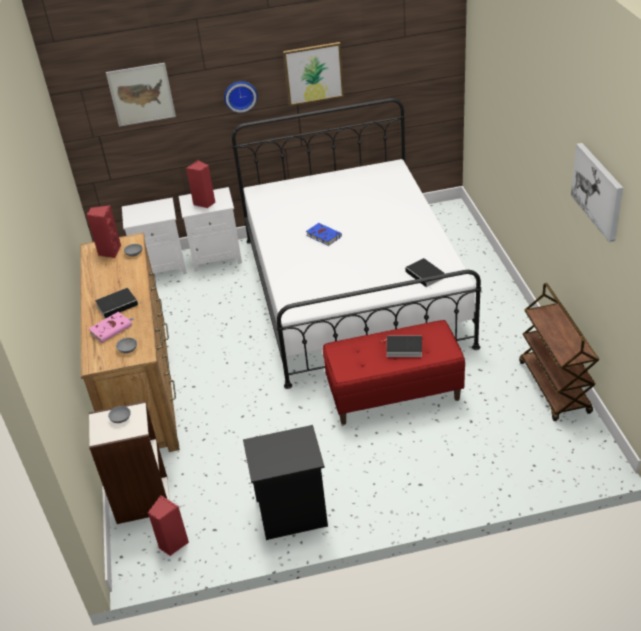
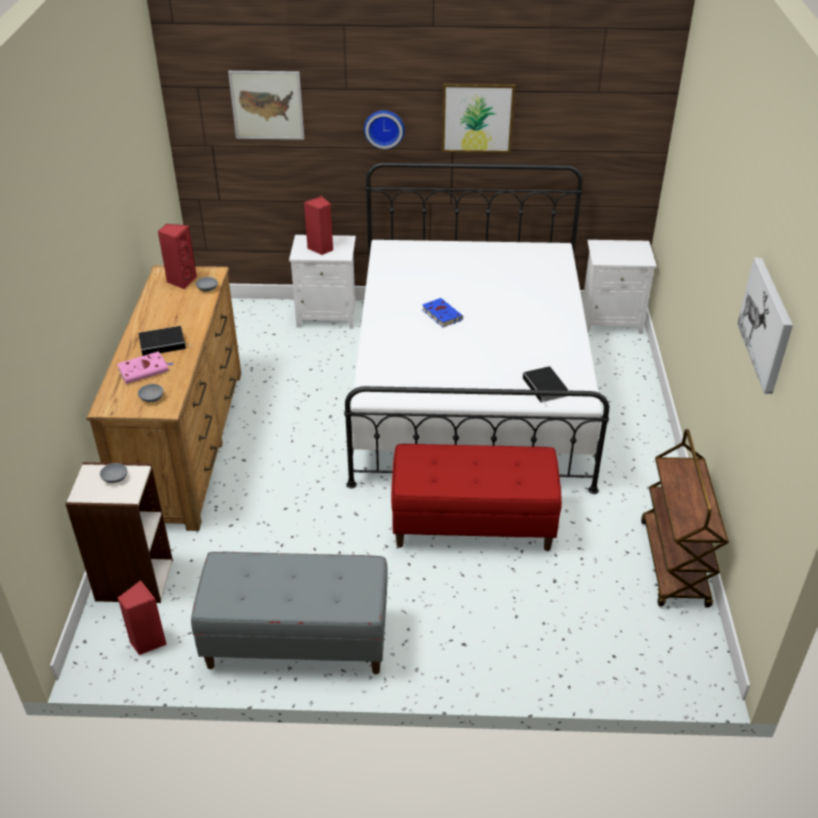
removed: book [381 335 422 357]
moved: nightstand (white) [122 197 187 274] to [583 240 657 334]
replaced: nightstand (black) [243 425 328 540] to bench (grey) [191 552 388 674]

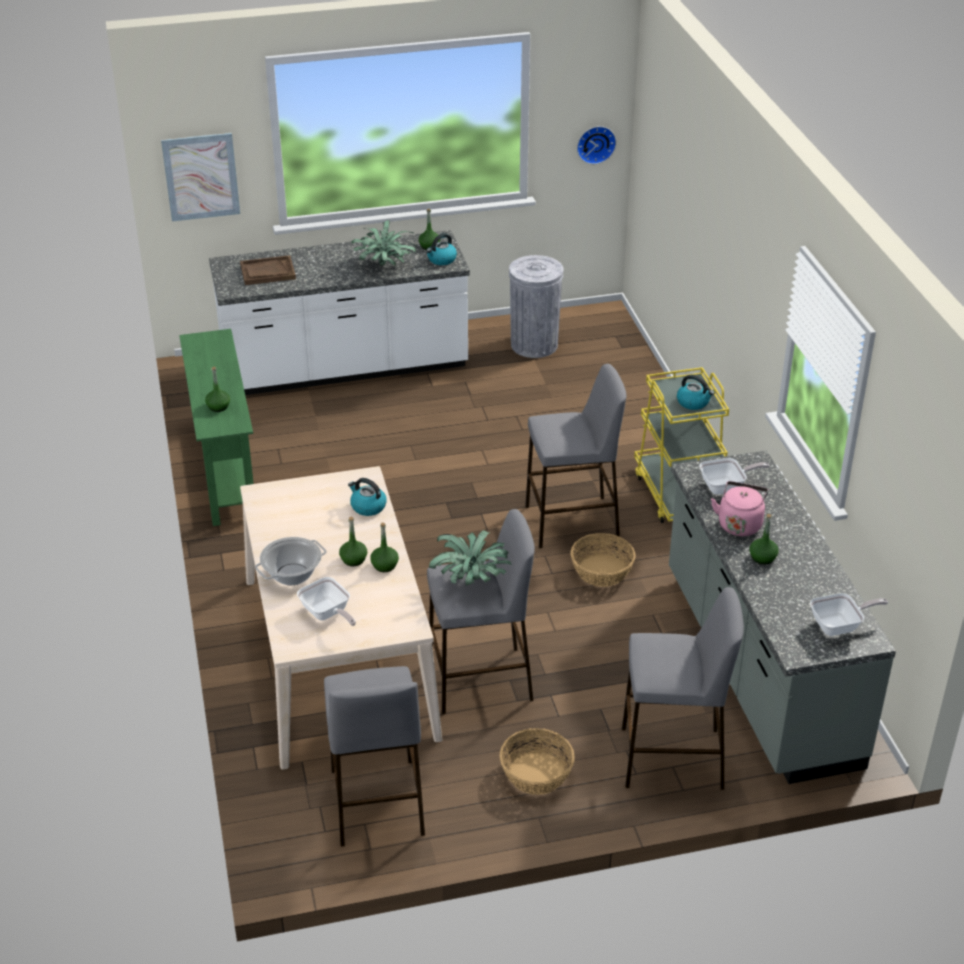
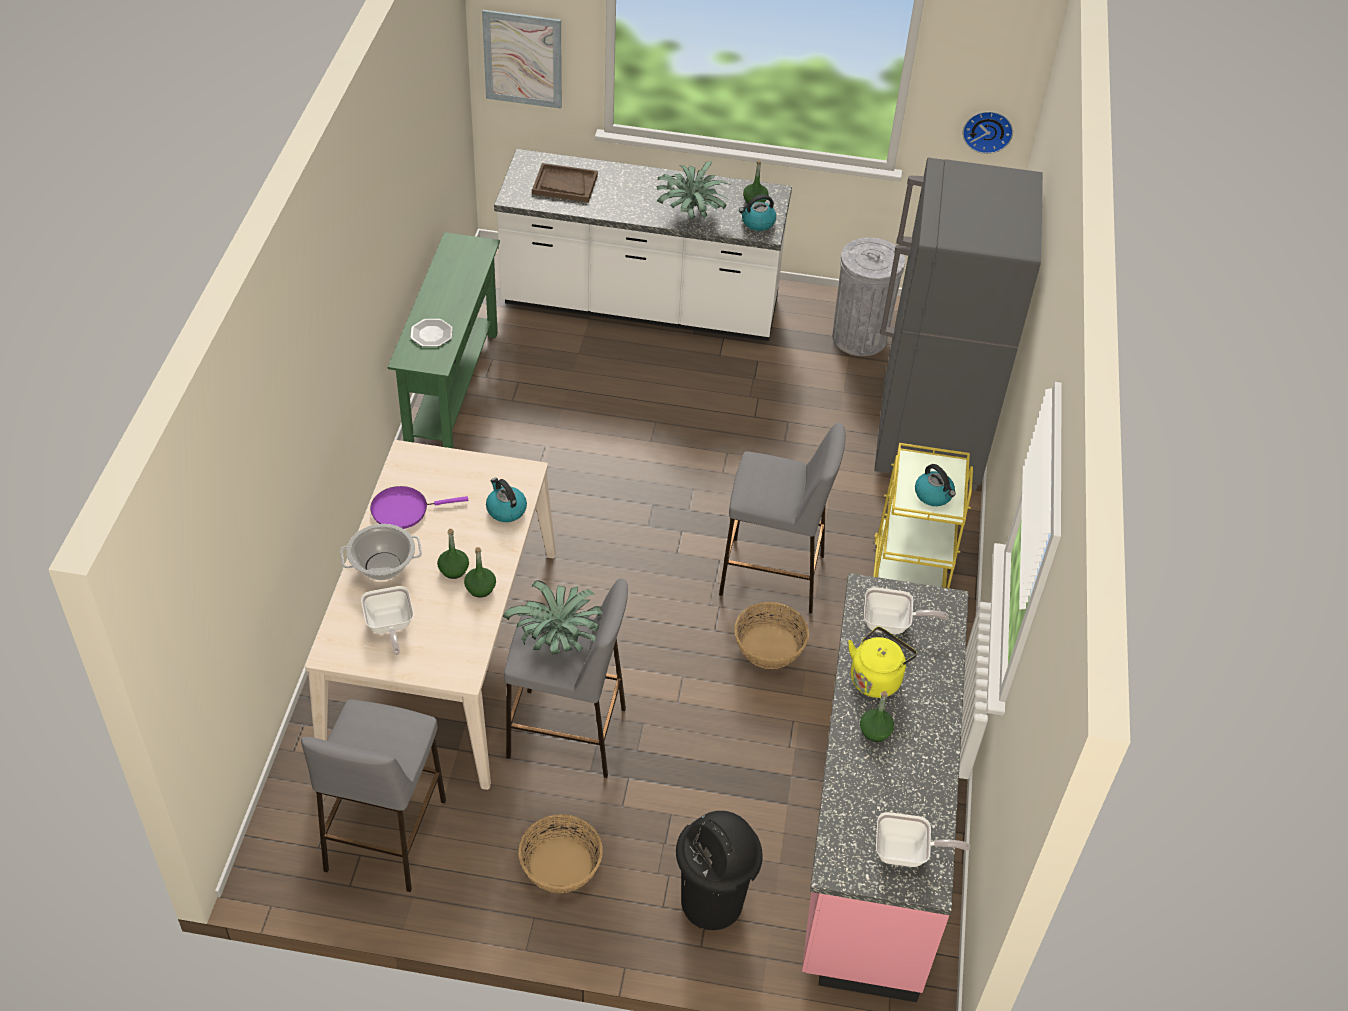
added: fridge (grey) [874 158 1043 491]; frying pan (purple) [370 486 468 529]
replaced: bottle (green) [205 366 230 412] to plate [410 319 453 347]; stool (grey) [622 587 744 790] to trash can (black) [676 811 763 930]
recoloured: counter (grey) [669 451 896 784] to counter (pink) [802 573 969 1002]; kettle (pink) [711 481 769 536] to kettle (yellow) [848 626 917 698]

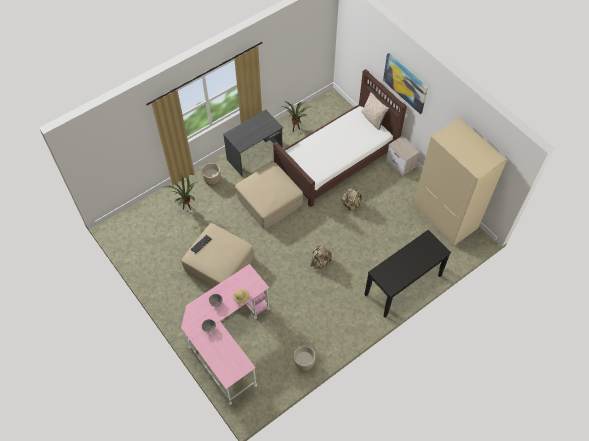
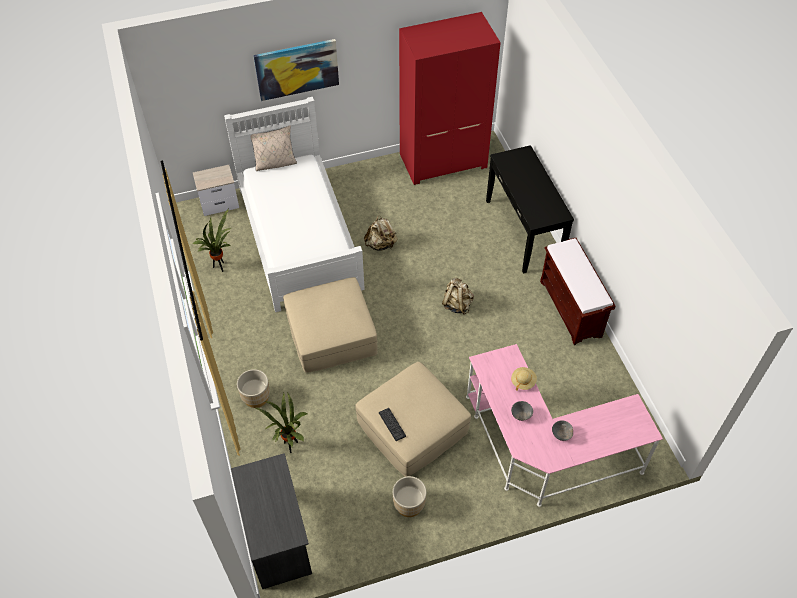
added: bench (brown) [540 238 616 345]
moved: desk (grey) [223 110 283 176] to [231 453 312 589]; nightstand [386 136 420 176] to [193 165 239 216]; planter (beige) [294 346 315 371] to [393 476 426 517]
recoloured: bed (brown) [273 69 407 207] to bed (white) [224 97 365 312]; wardrobe (beige) [413 118 507 246] to wardrobe (red) [399 12 501 185]

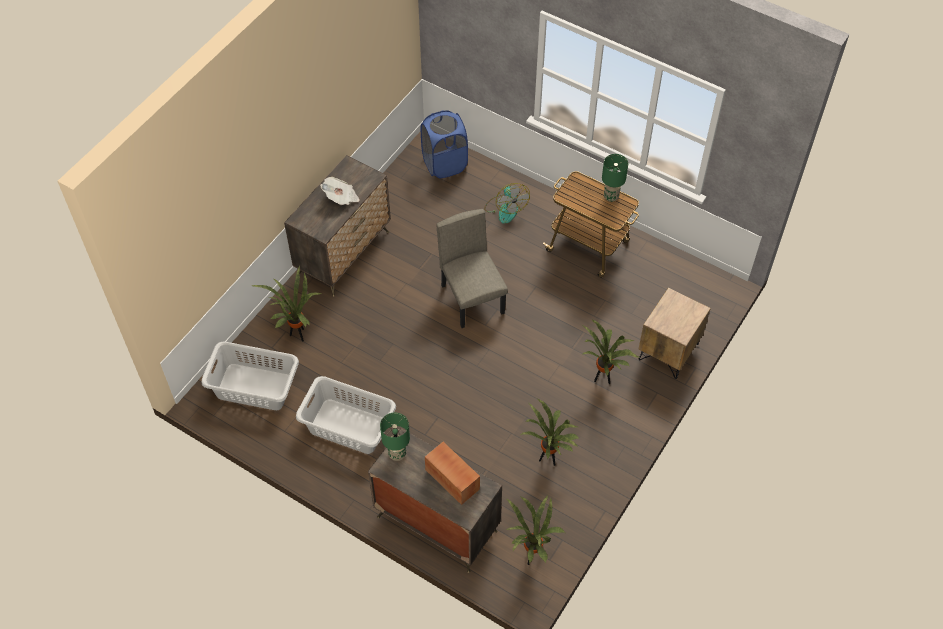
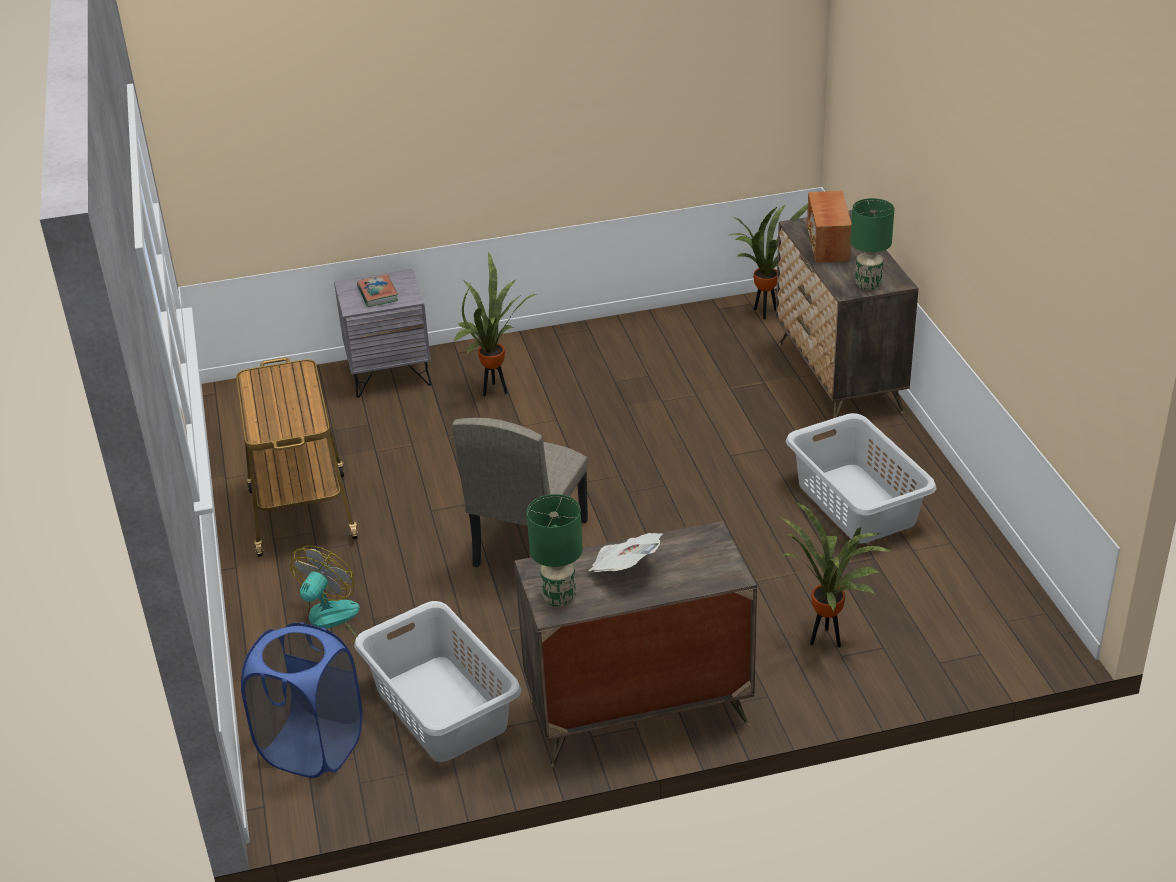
removed: potted plant [520 399 580 466]
added: book [357 275 398 307]
moved: table lamp (green) [602 154 628 202] to [527 494 583 607]; laundry basket (grey) [201 341 299 410] to [354 601 521 762]
recoloured: nightstand (brown) [638 288 711 379] to nightstand (grey) [334 269 431 398]

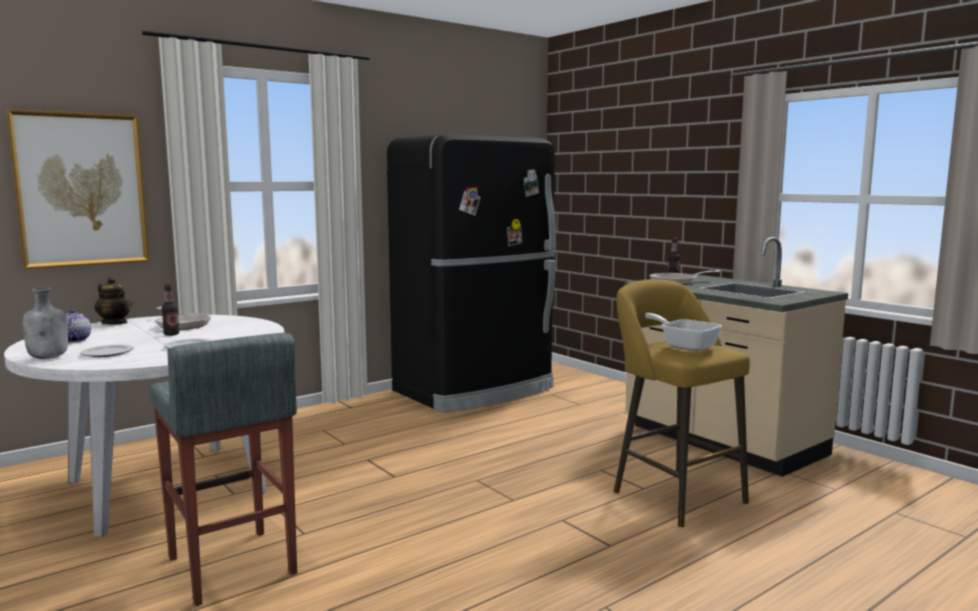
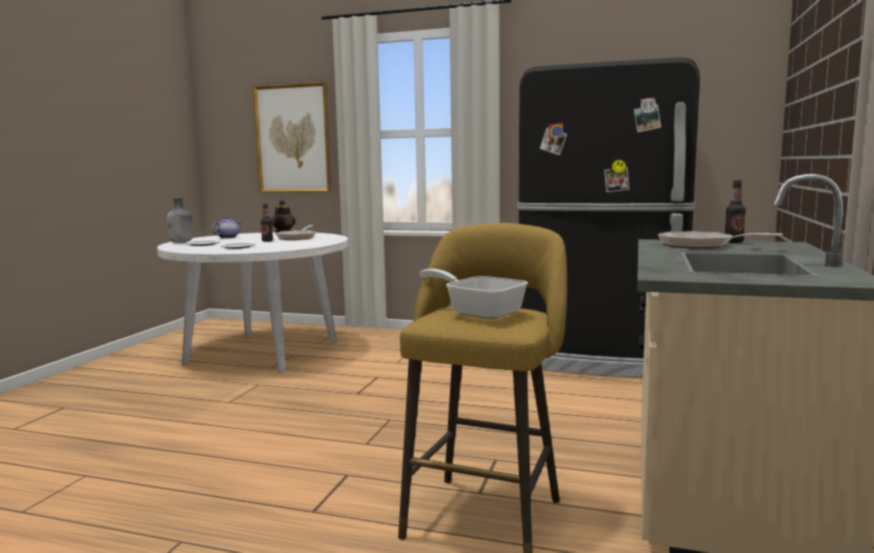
removed: stool (grey) [150 333 297 606]
turned: frying pan [645 313 722 351] = [419 269 528 319] 60 degrees counterclockwise

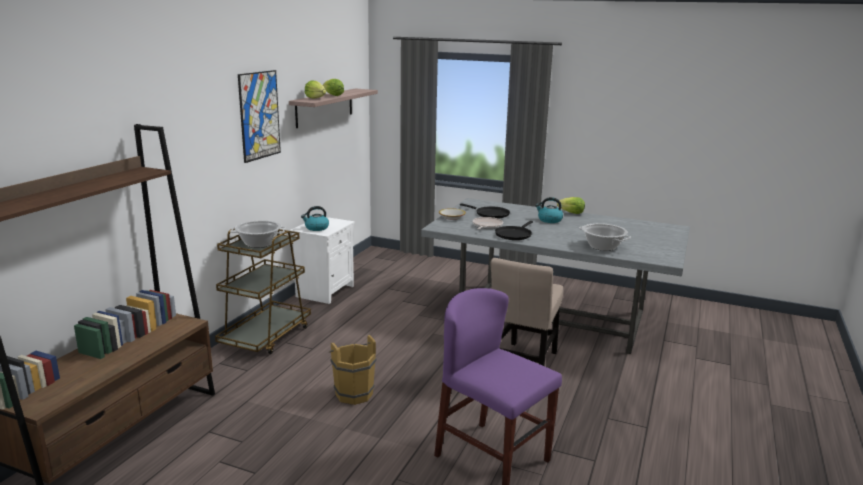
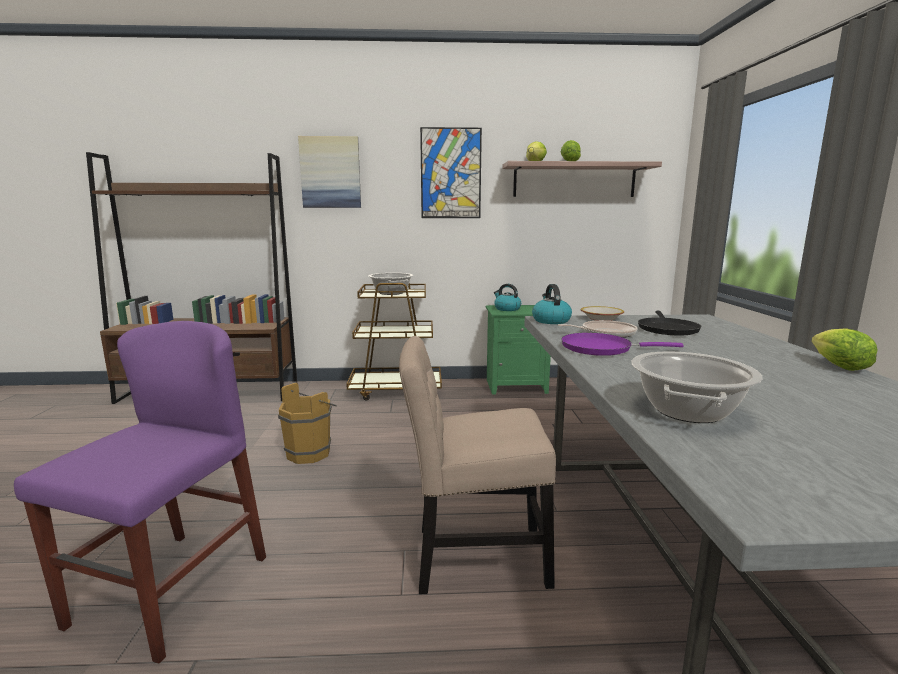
added: picture [298 136 361 208]
moved: kettle [535 197 563 223] to [532 284 572 324]
recoloured: nightstand (white) [289 217 355 304] to nightstand (green) [486 305 551 395]; frying pan (black) [495 221 533 240] to frying pan (purple) [561 333 684 356]

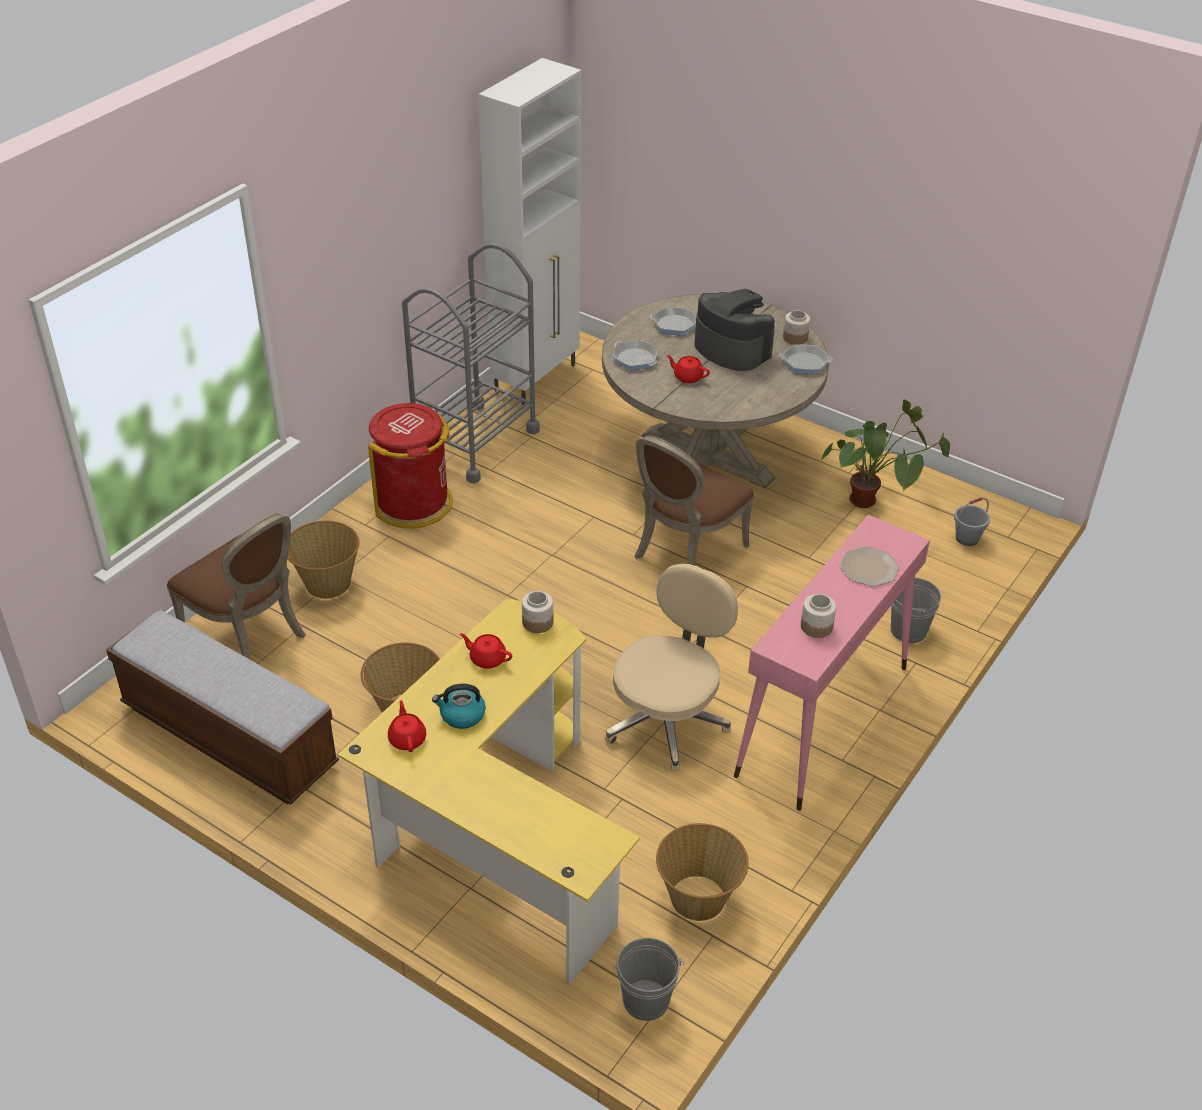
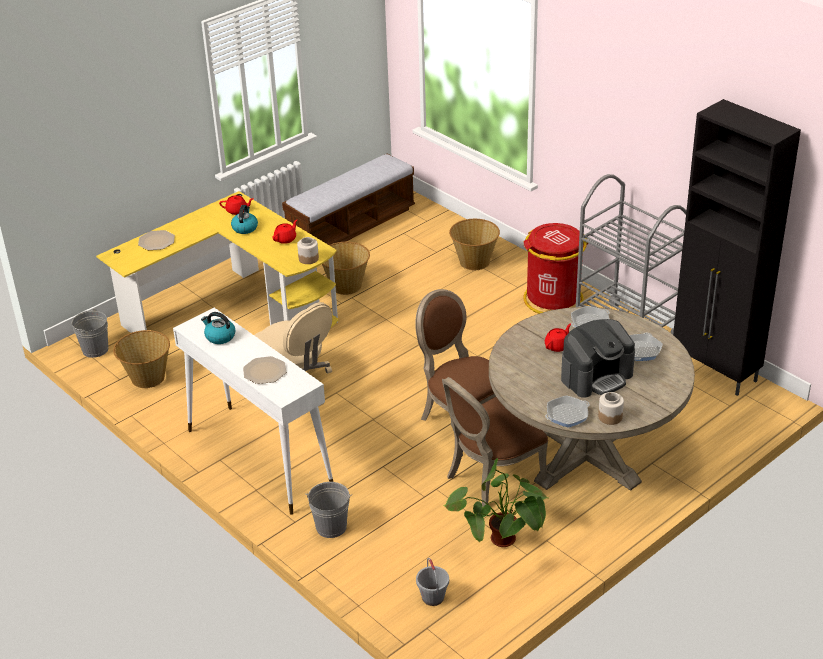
added: plate [138 230 175 250]
moved: chair (brown) [167 513 306 659] to [442 377 548 507]
replaced: jar [801 594 836 638] to kettle [201 312 235 344]
recoloured: cabinet (white) [478 58 581 405] to cabinet (black) [673 99 801 396]; console table (pink) [734 515 930 811] to console table (white) [173 308 333 514]
turned: frying pan [779 345 833 374] = [545 395 590 427] 135 degrees counterclockwise

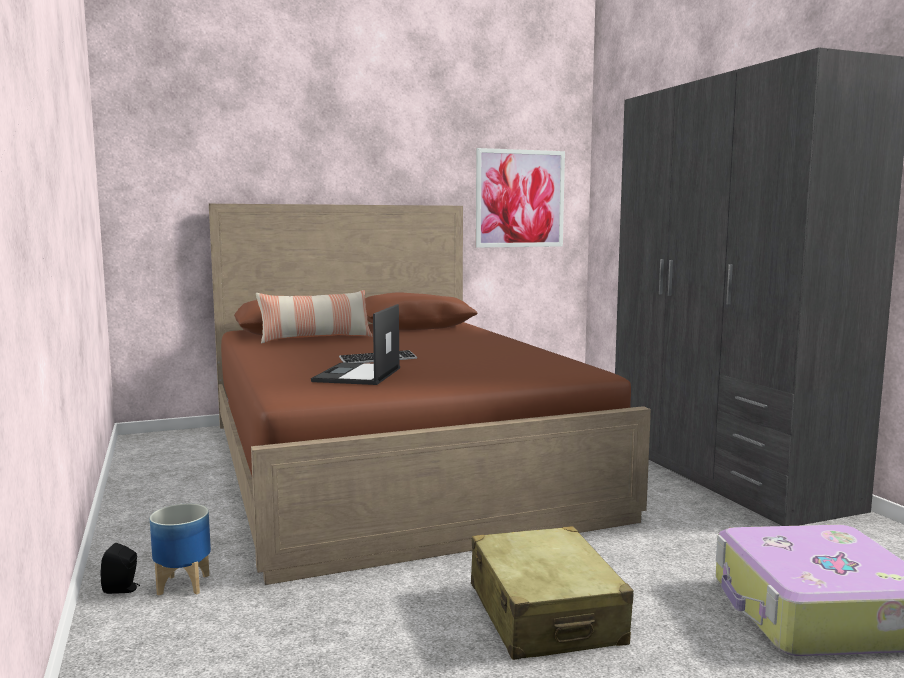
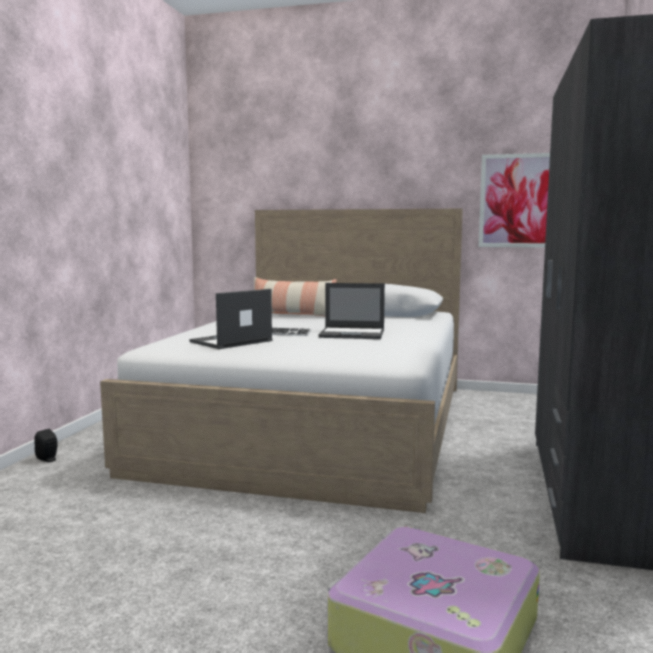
removed: planter [150 504 211 596]; suitcase (beige) [471 526 634 660]
added: laptop [318 283 385 339]
recoloured: bed (brown) [209 204 651 585] to bed (white) [100 209 463 513]

